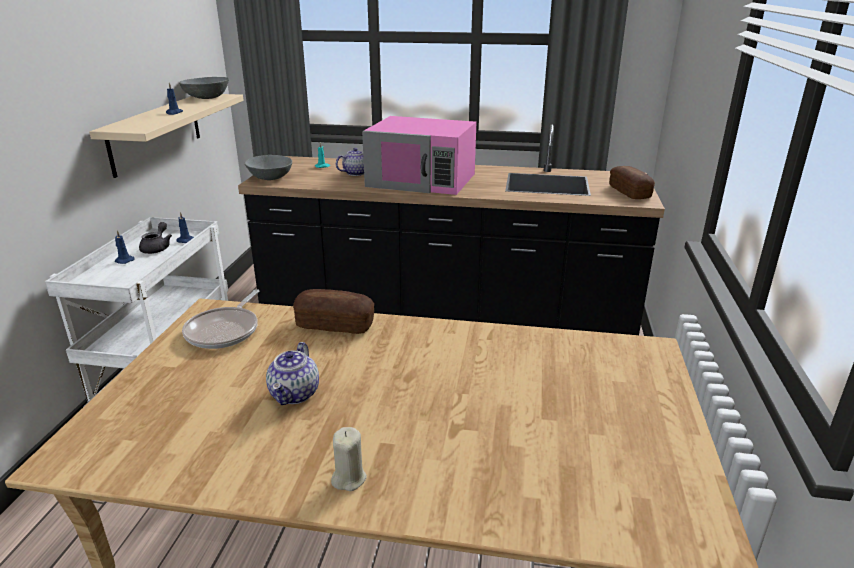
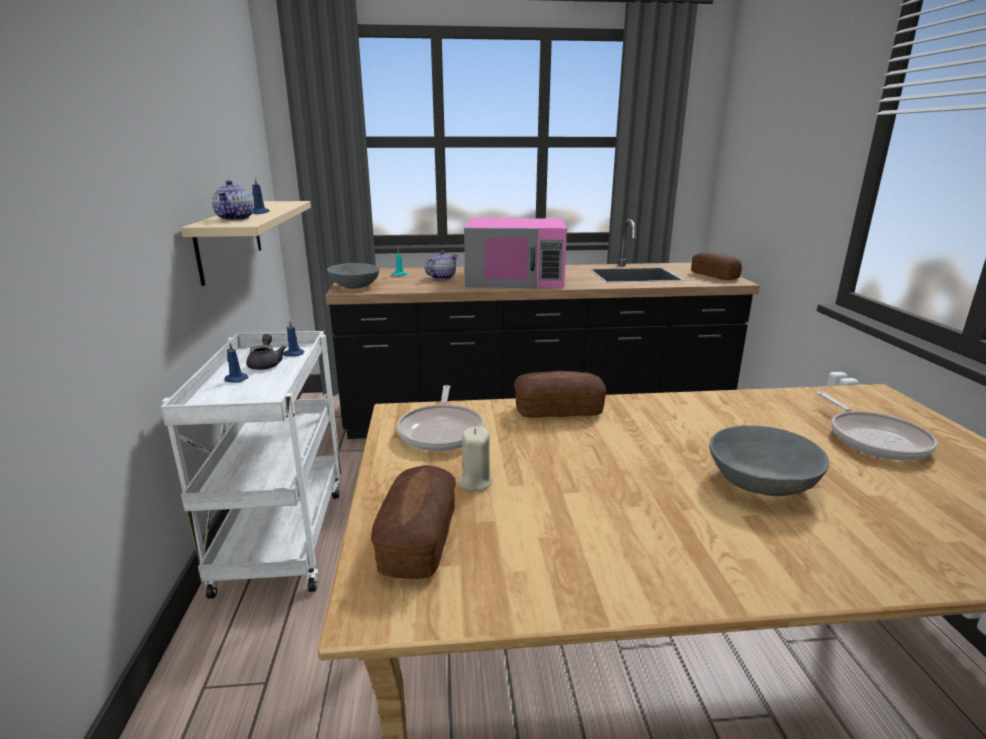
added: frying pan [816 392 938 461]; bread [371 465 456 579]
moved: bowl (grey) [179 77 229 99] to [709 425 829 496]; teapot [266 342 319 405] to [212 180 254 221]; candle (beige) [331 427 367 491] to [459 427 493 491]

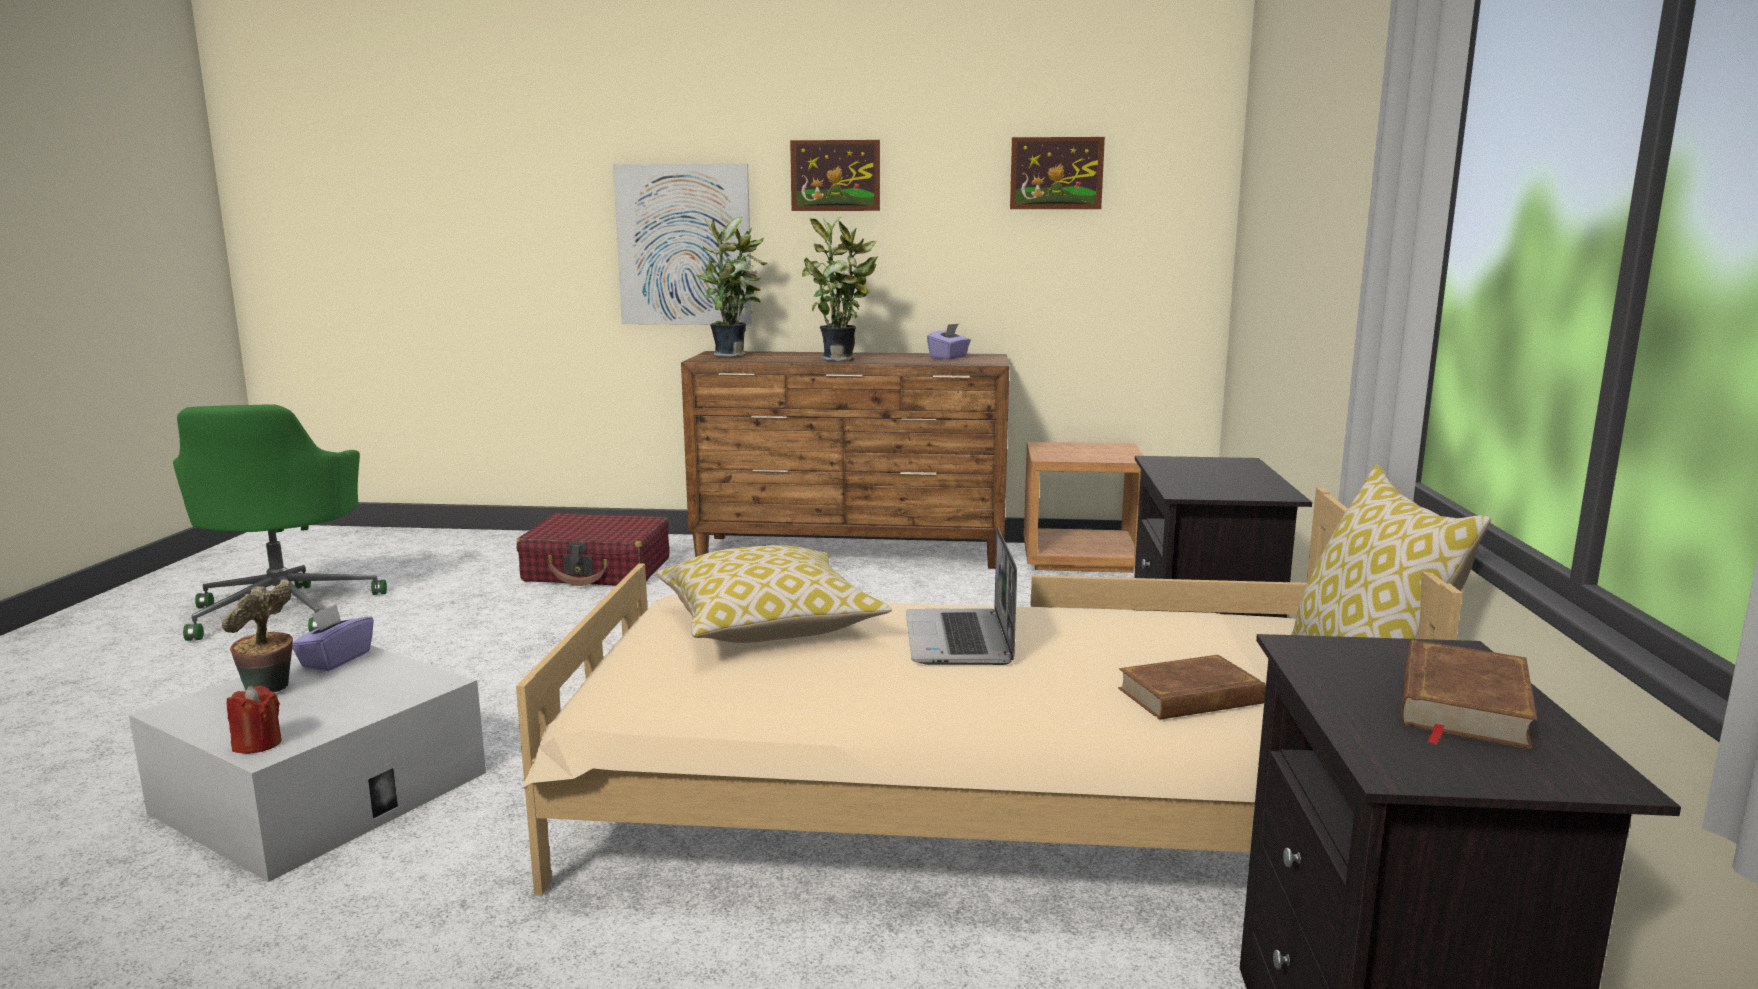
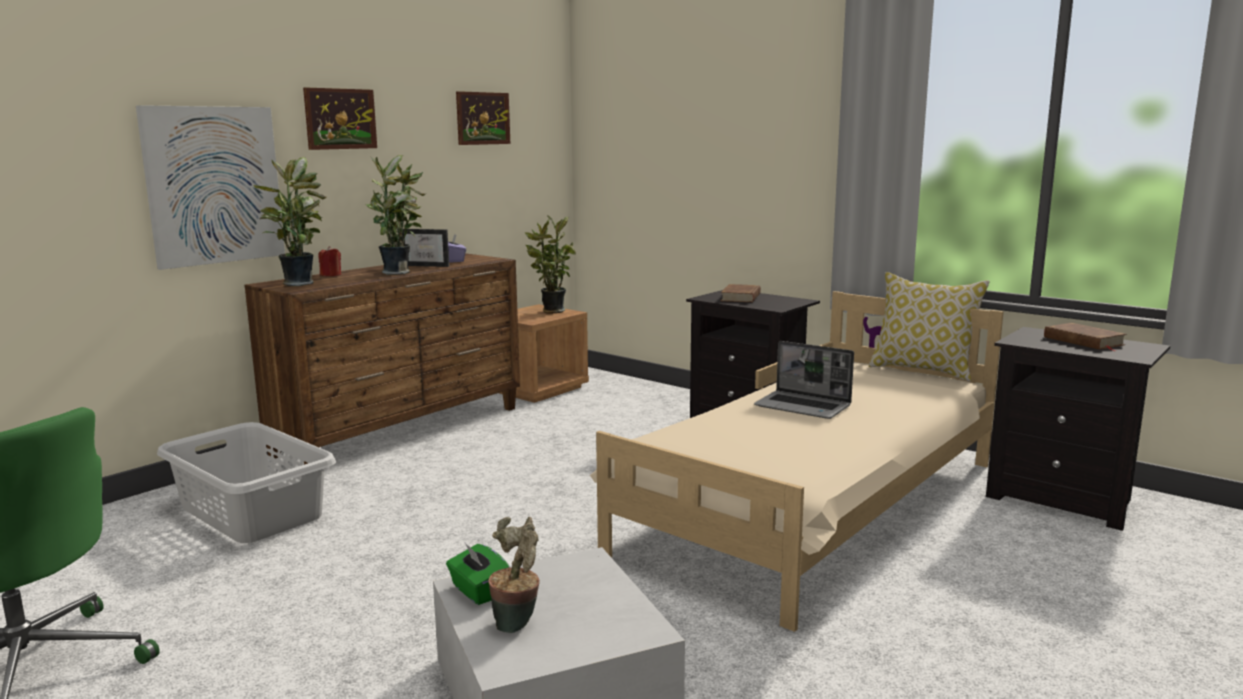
removed: pillow [656 545 892 643]
added: potted plant [525 215 576 313]; picture frame [402 229 449 267]
moved: book (brown) [1118 655 1266 720] to [721 284 761 302]; candle (red) [227 686 282 754] to [318 246 341 276]
replaced: suitcase (red) [517 513 669 586] to laundry basket (grey) [157 422 336 543]
recoloured: tissue box (purple) [292 604 374 671] to tissue box (green) [446 543 510 605]

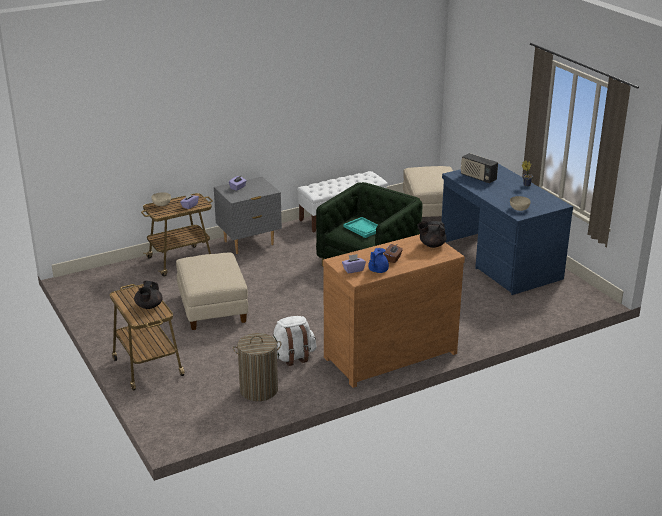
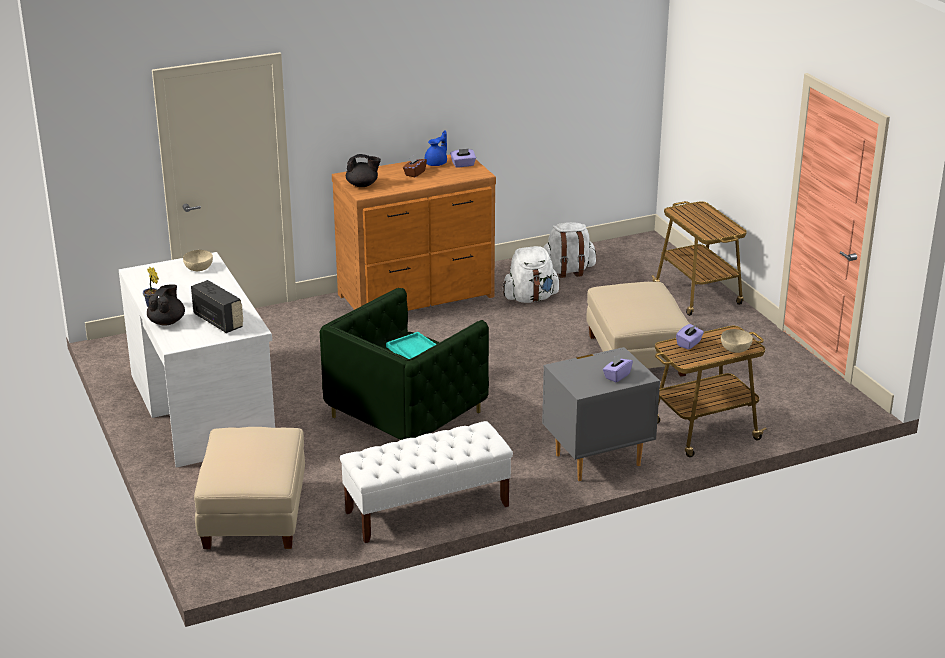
moved: teapot (black) [134 281 163 309] to [147 284 185 326]
replaced: laundry basket [233 333 281 401] to backpack (white) [543 222 596 278]
recoloured: desk (blue) [441 164 573 295] to desk (white) [119 252 275 468]

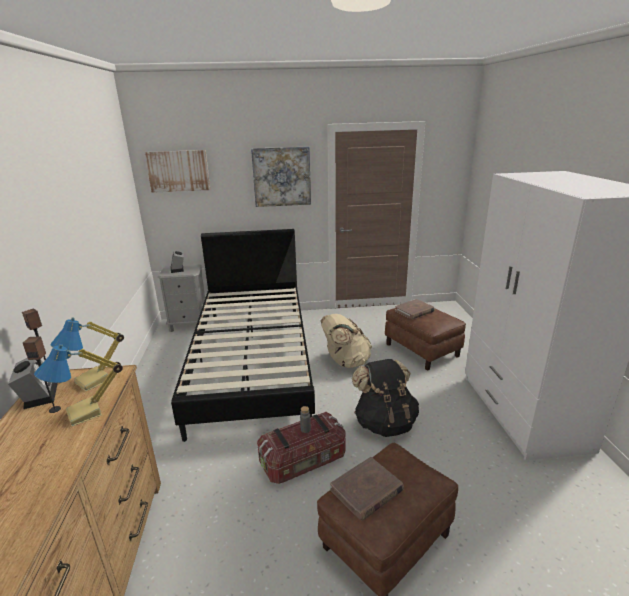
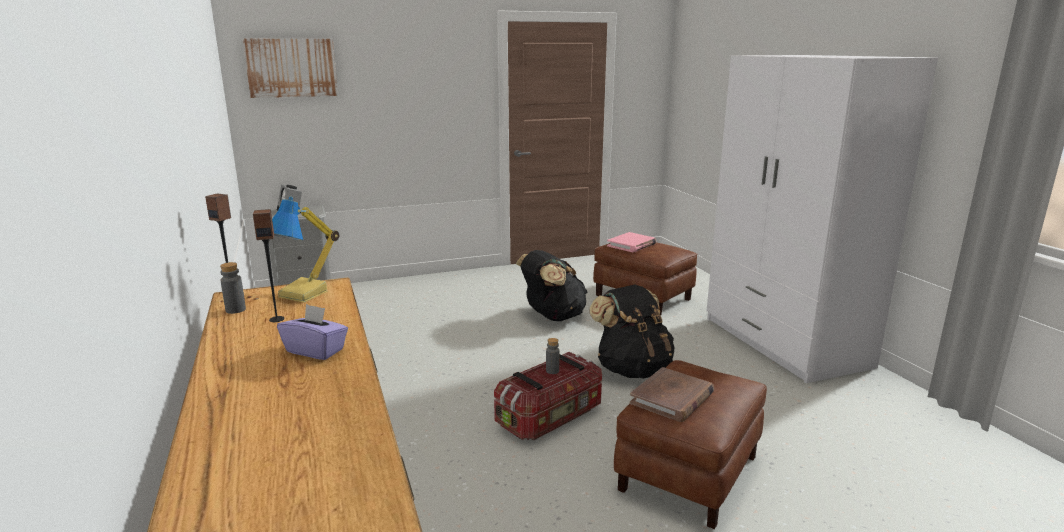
removed: picture [251 146 311 207]; bed (black) [171 229 315 442]; table lamp [34 344 123 427]
added: tissue box (purple) [277 304 348 360]
replaced: alarm clock [8 358 58 409] to bottle (grey) [220 262 246 314]
recoloured: book (brown) [395 299 435 319] to book (pink) [607 232 656 252]; backpack (beige) [320 314 372 368] to backpack (black) [516 250 587 321]

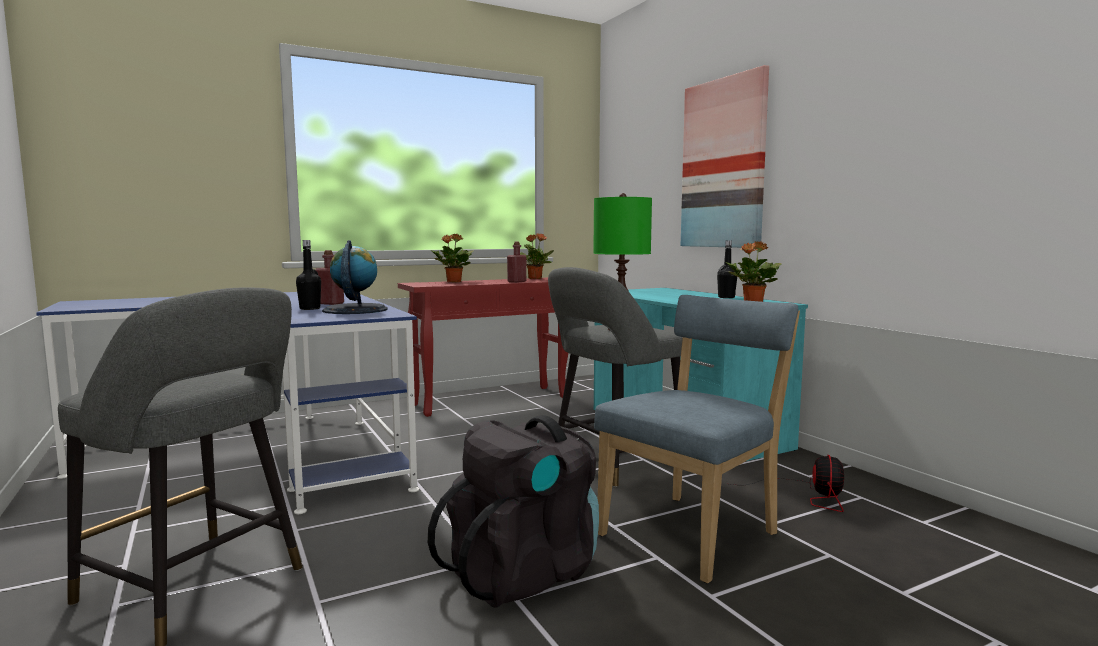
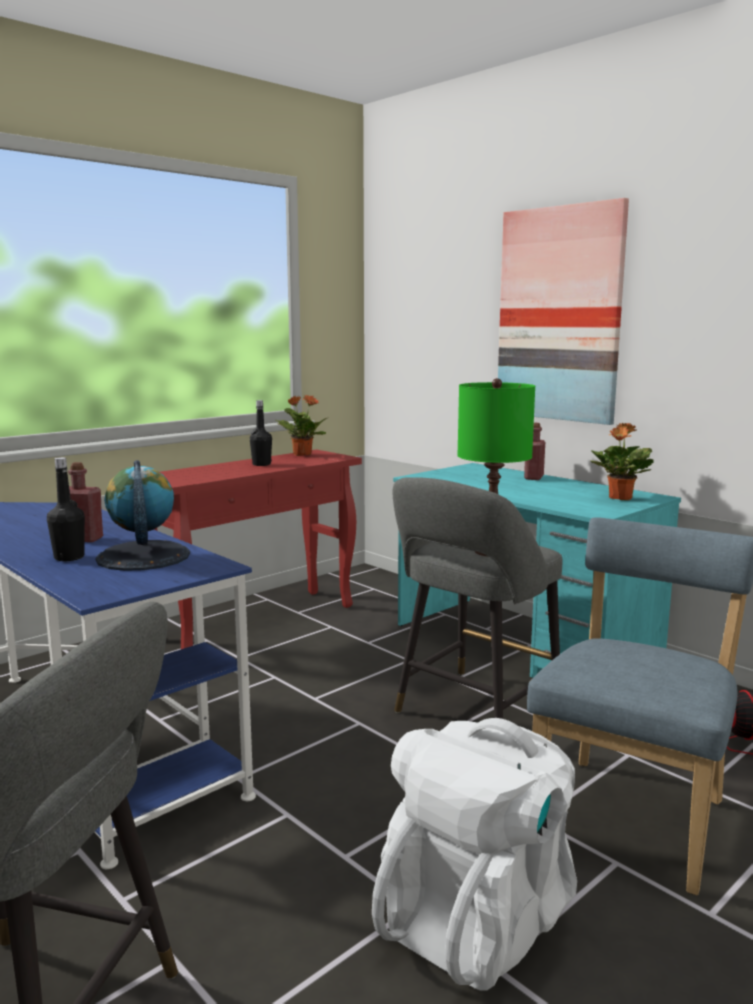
removed: potted plant [431 234 474 282]
moved: bottle (black) [717 241 737 298] to [250 400 272 466]; bottle (red) [507 242 526 283] to [524 423 545 480]
recoloured: backpack (black) [428 415 599 608] to backpack (white) [372 718 577 991]

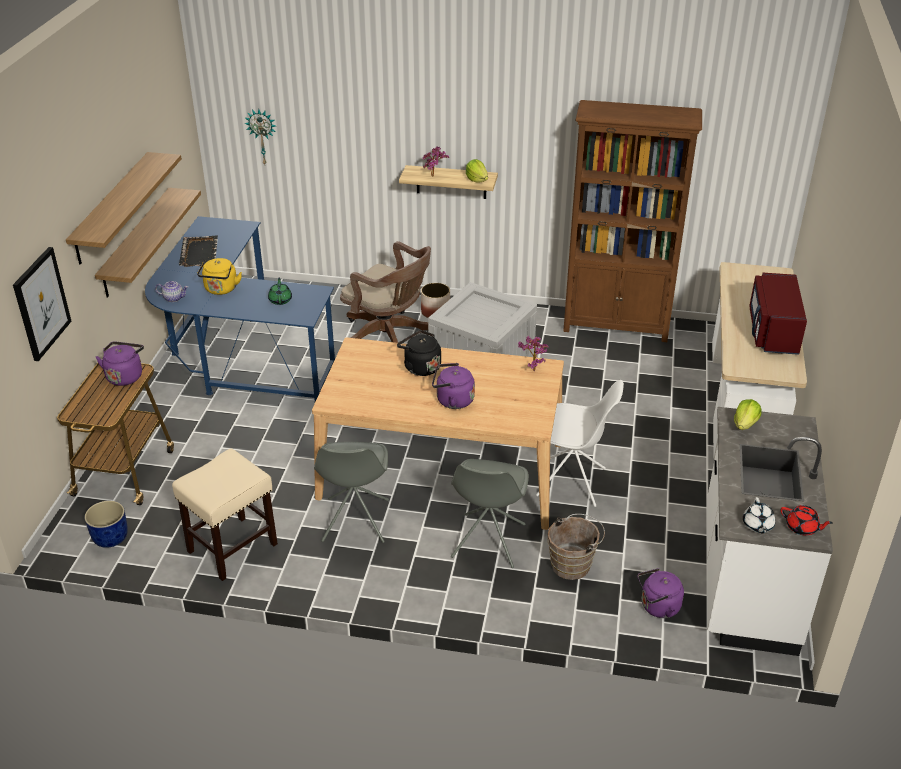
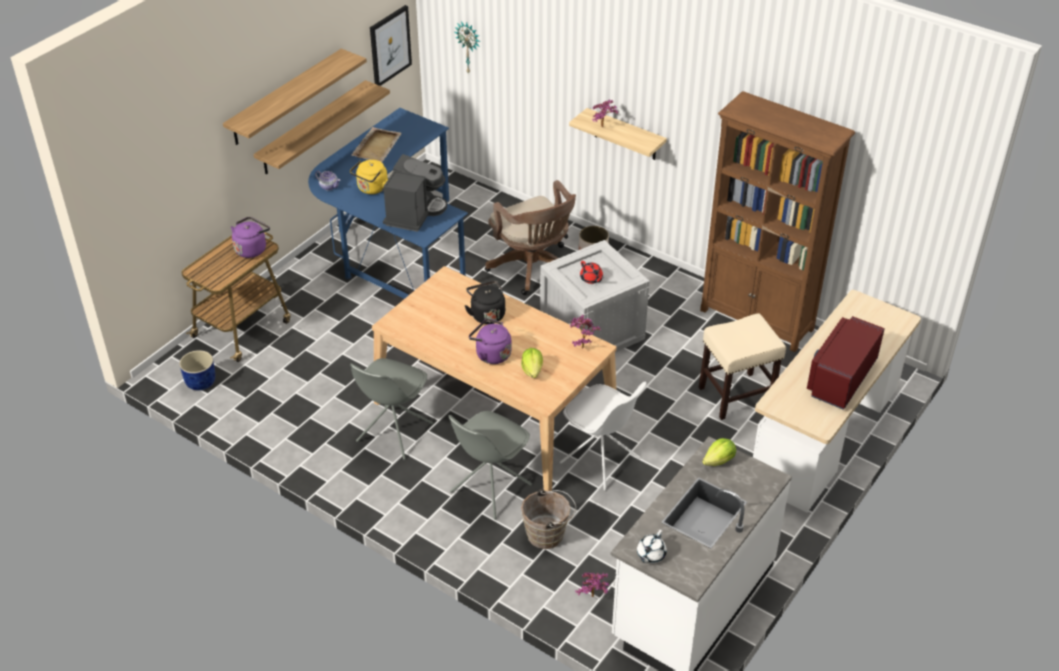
moved: lettuce [466 159 488 183] to [521 348 543 378]; picture [13 247 71 361] to [370 5 412 86]; stool (beige) [172 448 278 581] to [699 313 786 420]; teapot (red) [780 505 833 535] to [580 261 604 284]
replaced: teapot (green) [268 278 292 305] to coffee machine [383 154 447 232]; kettle (purple) [638 568 684 618] to potted plant [575 572 609 597]
recoloured: tray (black) [179 235 218 267] to tray (beige) [351 127 402 162]

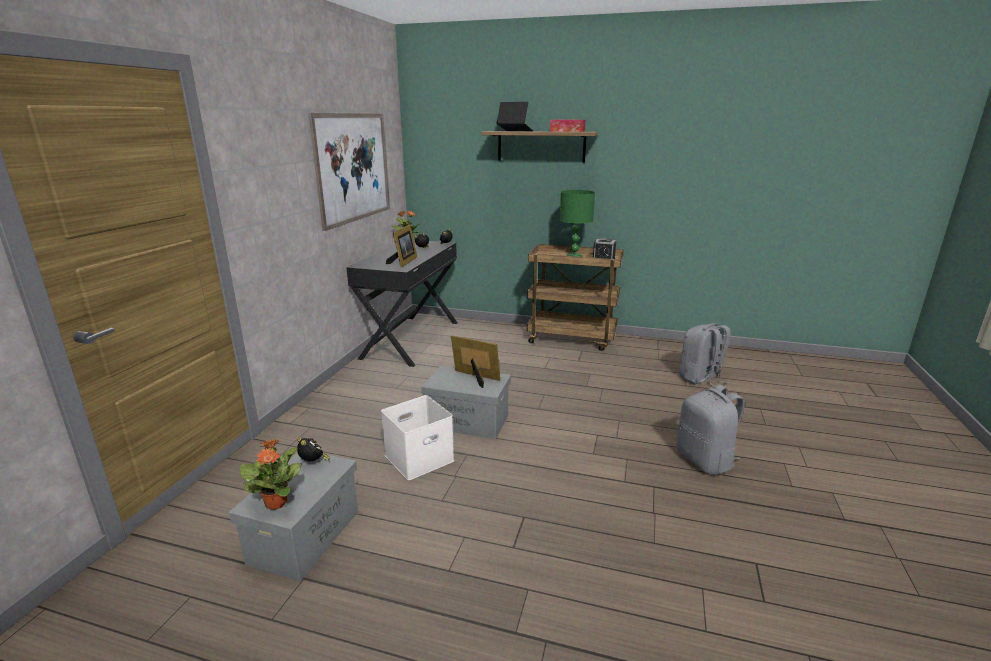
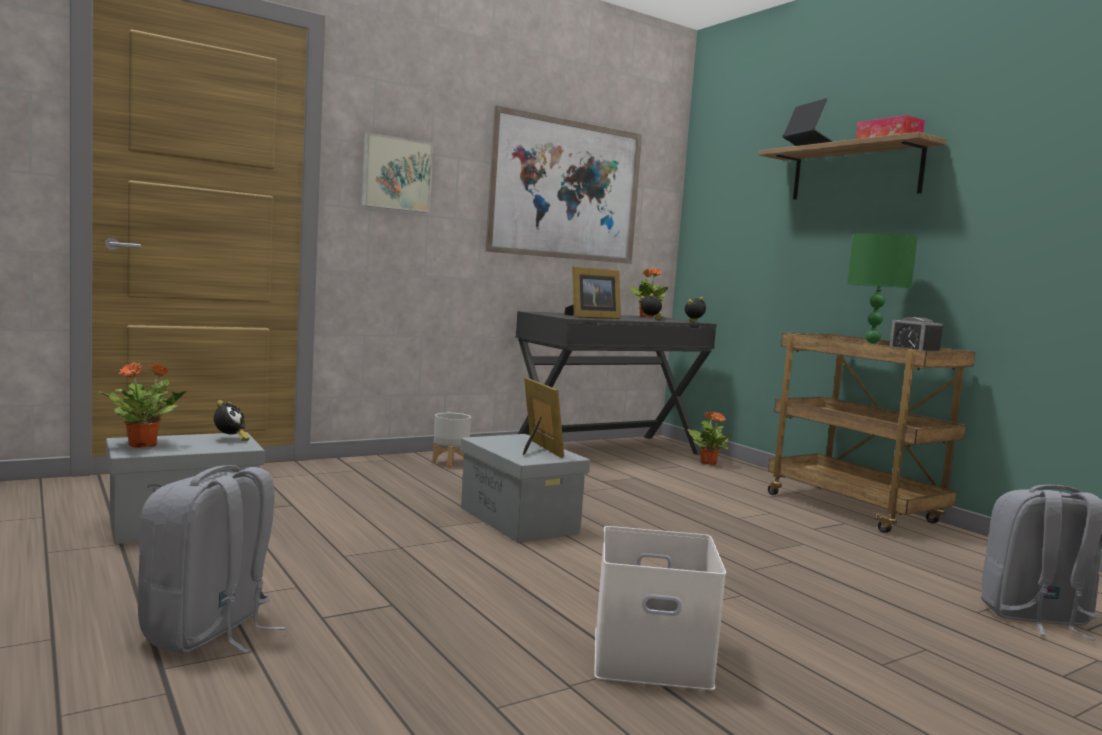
added: picture [361 133 433 213]; potted plant [688 411 732 465]; planter (grey) [432 413 471 468]
moved: backpack (grey) [676 385 745 475] to [138 465 286 654]; storage box (white) [381 395 454 480] to [594 526 726 690]

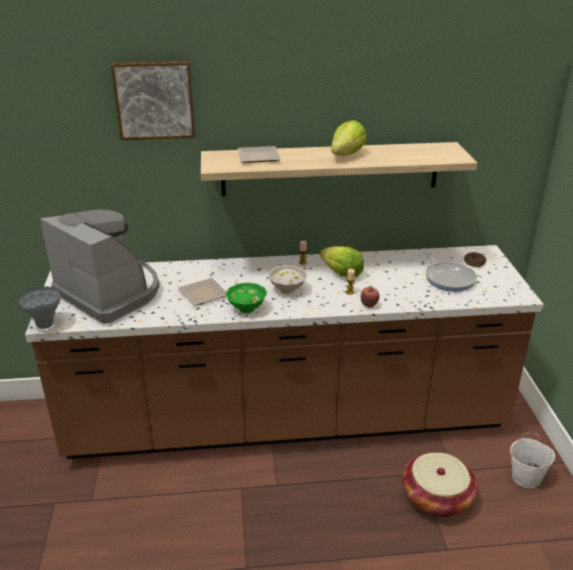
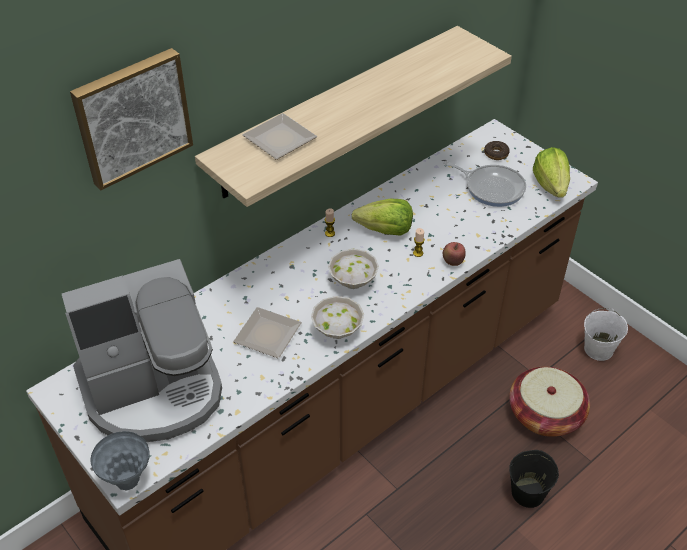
added: bucket (black) [509 450 559 508]
moved: lettuce [331 120 367 156] to [533 147 570 198]
recoloured: bowl (green) [226 282 267 314] to bowl (white) [311 296 364 339]
turned: coffee machine [40 209 160 323] = [62 259 222 442] 150 degrees clockwise

